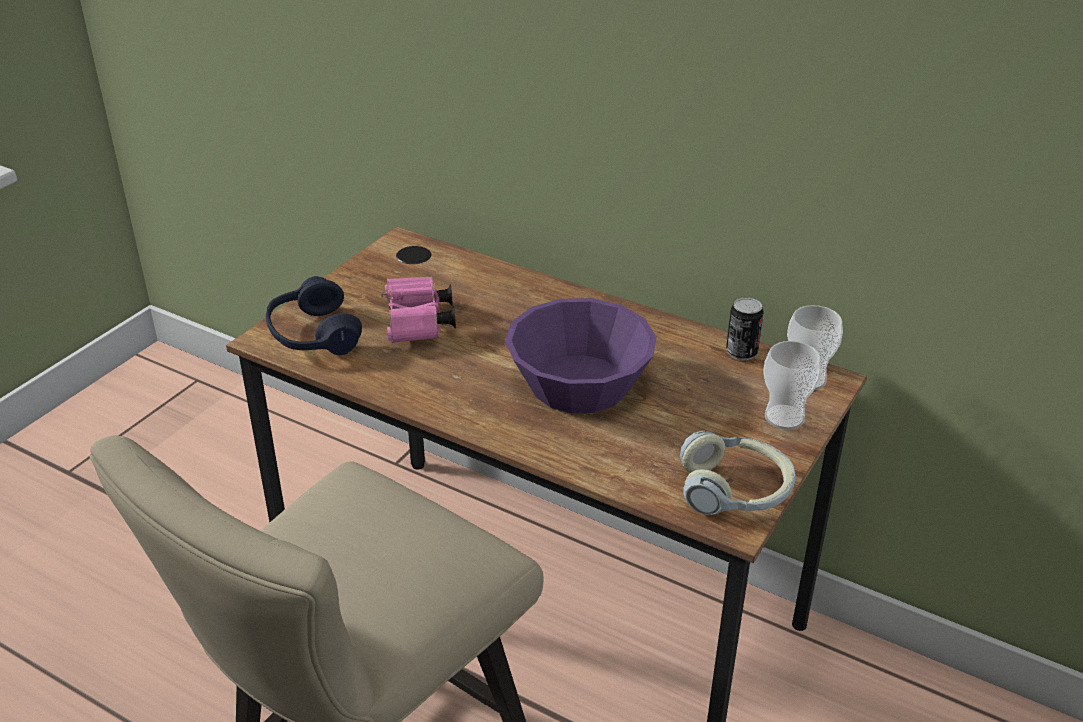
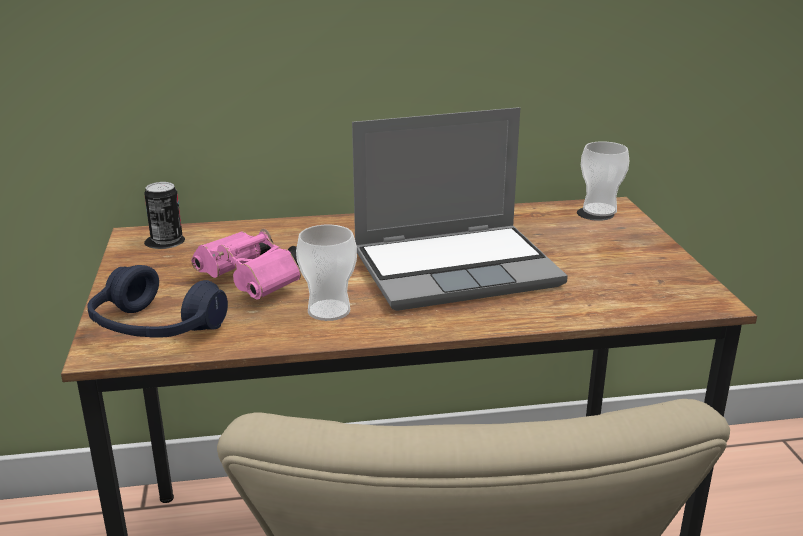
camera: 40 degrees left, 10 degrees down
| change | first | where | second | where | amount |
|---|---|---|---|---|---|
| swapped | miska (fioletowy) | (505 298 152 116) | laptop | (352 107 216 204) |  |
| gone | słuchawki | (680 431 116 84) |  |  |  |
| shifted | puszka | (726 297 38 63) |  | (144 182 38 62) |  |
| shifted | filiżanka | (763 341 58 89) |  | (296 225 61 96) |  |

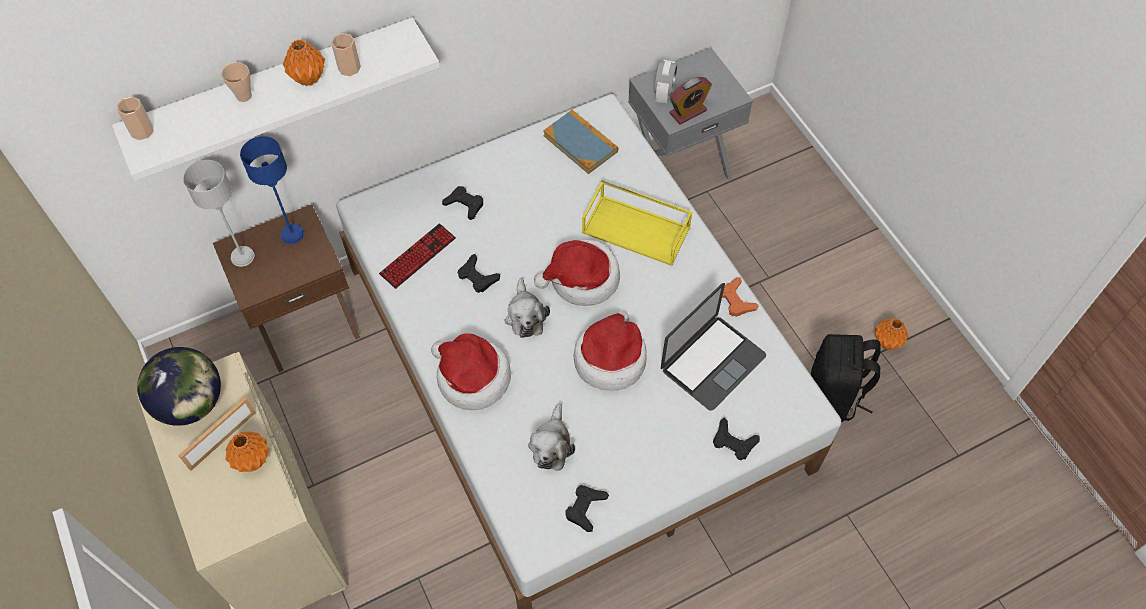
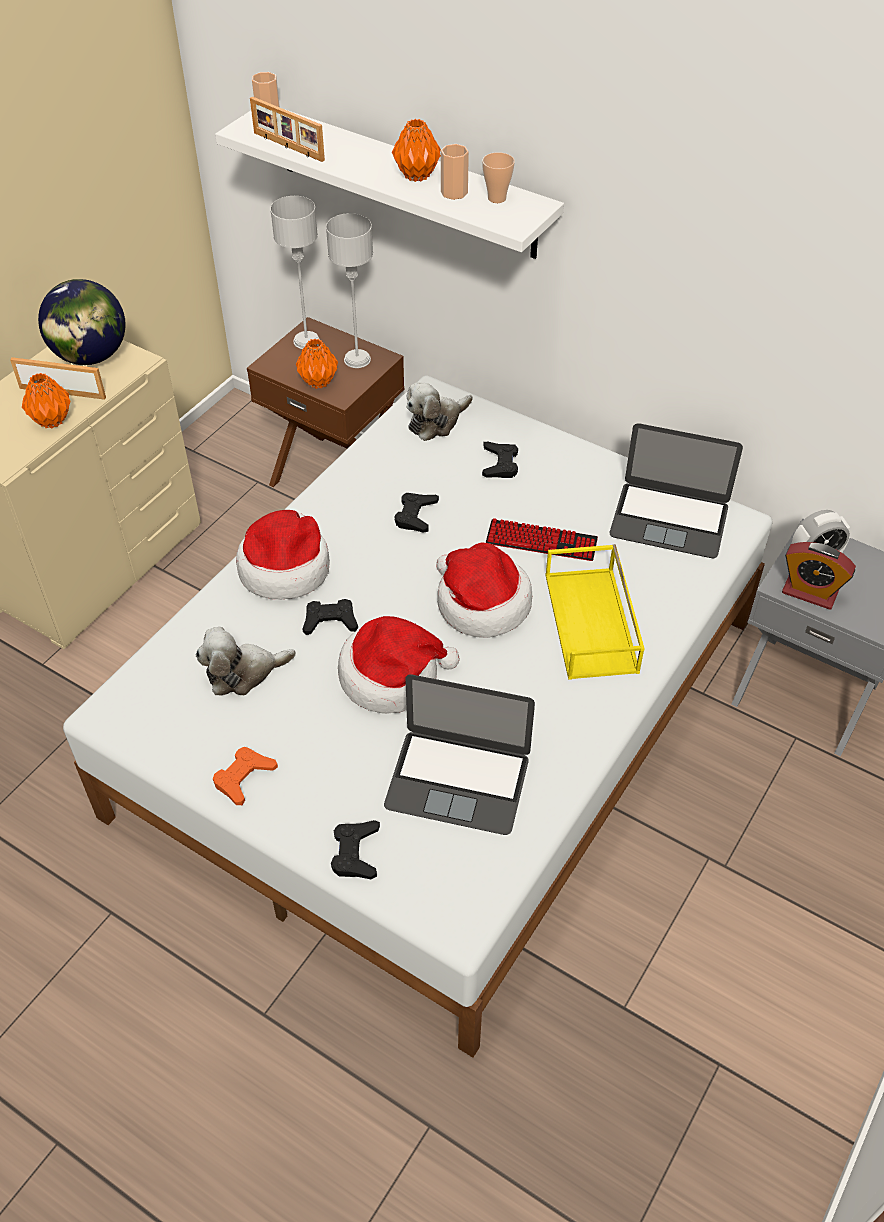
camera: 60 degrees right, 10 degrees down
| change | first | where | second | where | amount |
|---|---|---|---|---|---|
| shifted | filiżanka | (221 62 31 40) |  | (482 152 33 51) |  |
| repainted | lampa stołowa (niebieski) | (240 136 64 108) | lampa stołowa (szary) | (326 213 47 155) |  |
| shifted | klawiatura | (379 224 77 65) |  | (486 518 112 43) |  |
| shifted | pluszak | (505 278 45 60) |  | (406 382 67 59) |  |
| swapped | książka | (543 110 75 64) | laptop | (610 423 133 135) |  |
| shifted | pad do gier (czarny) | (565 485 44 47) |  | (303 599 55 36) |  |
| shifted | pad do gier (pomarańczowy) | (722 277 37 40) |  | (213 747 65 58) |  |
| gone | plecak (czarny) | (811 334 70 88) |  |  |  |
| shifted | wazon (pomarańczowy) | (875 318 33 32) |  | (296 339 42 50) |  |
| new |  |  | ramka na zdjęcie | (250 96 75 66) |  |

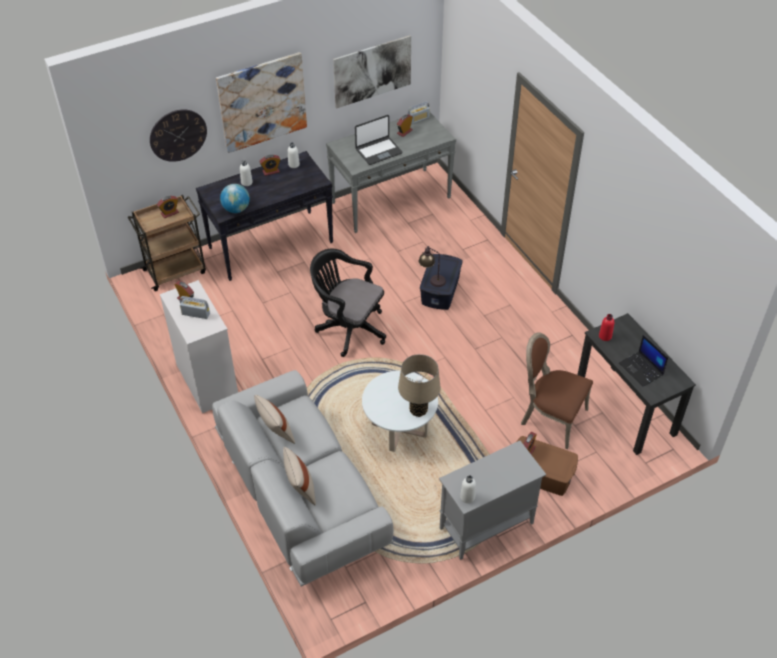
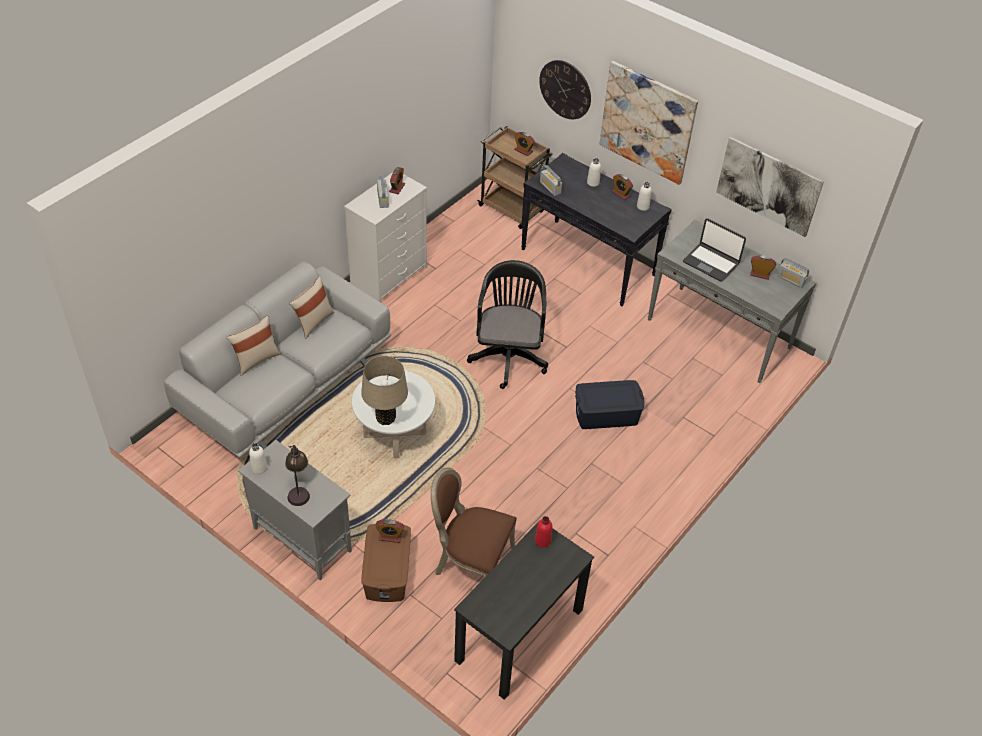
camera: 65 degrees right, 0 degrees up
| change | first | where | second | where | amount |
|---|---|---|---|---|---|
| swapped | globus | (220 184 30 29) | radio | (540 165 22 31) |  |
| shifted | lampa stołowa | (419 246 27 41) |  | (285 445 25 61) |  |
| rotated | krzesło (brązowy) | (521 332 72 117) |  | (430 468 87 108) | 75 degrees counterclockwise |
| gone | laptop | (619 335 49 52) |  |  |  |

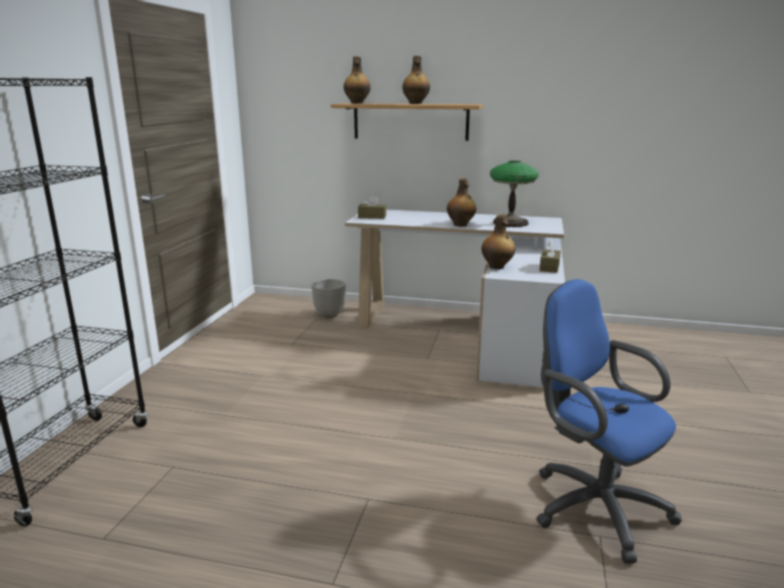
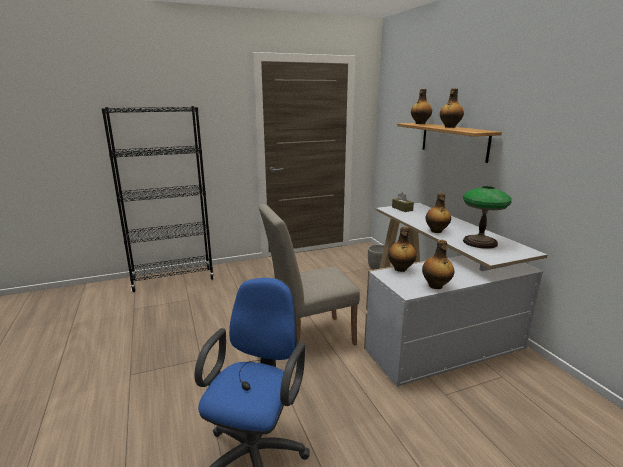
camera: 55 degrees right, 0 degrees up
| change | first | where | second | where | amount |
|---|---|---|---|---|---|
| swapped | pudełko chusteczek (brązowy) | (539 240 22 33) | butelka | (422 240 32 49) |  |
| new |  |  | krzesło (beżowy) | (258 204 102 142) |  |

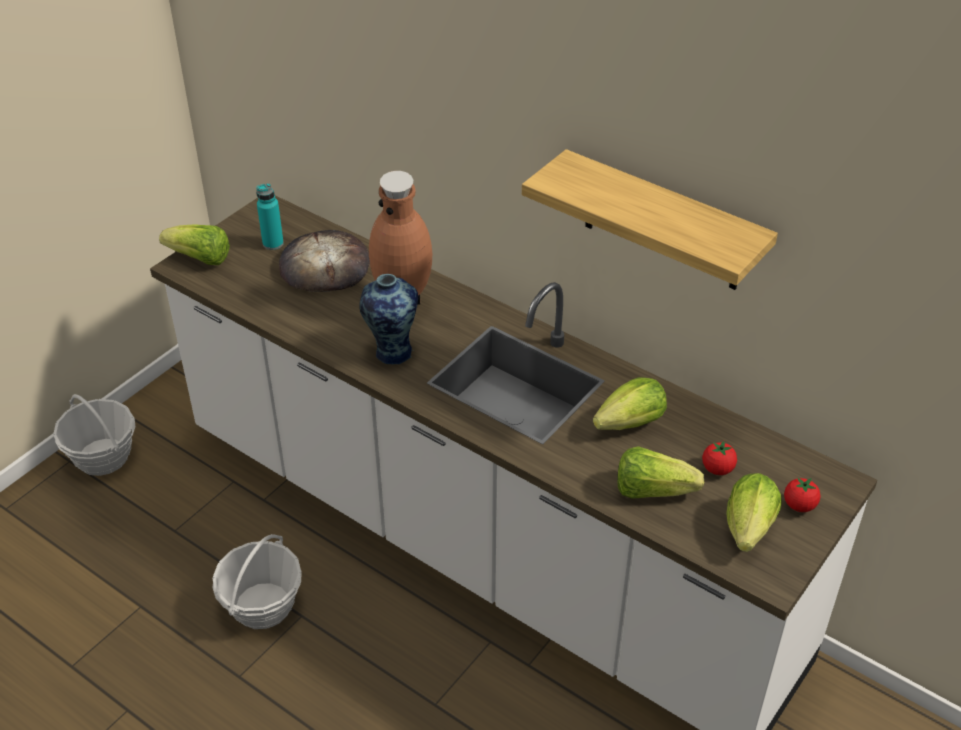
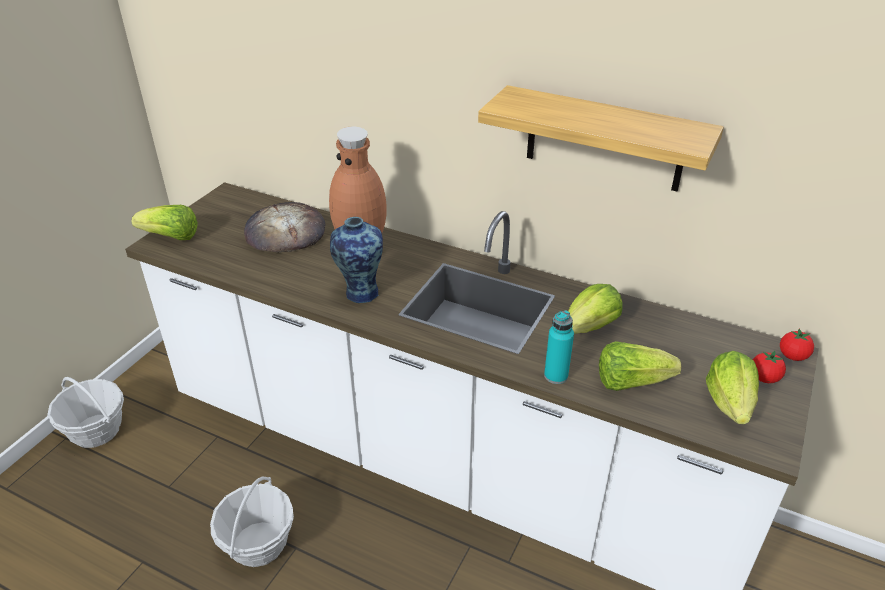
camera: 10 degrees left, 5 degrees down
| change | first | where | second | where | amount |
|---|---|---|---|---|---|
| shifted | butelka (turkusowy) | (256 183 28 67) |  | (544 310 30 74) |  |
| shifted | pomidor | (702 441 35 34) |  | (780 329 34 32) |  |

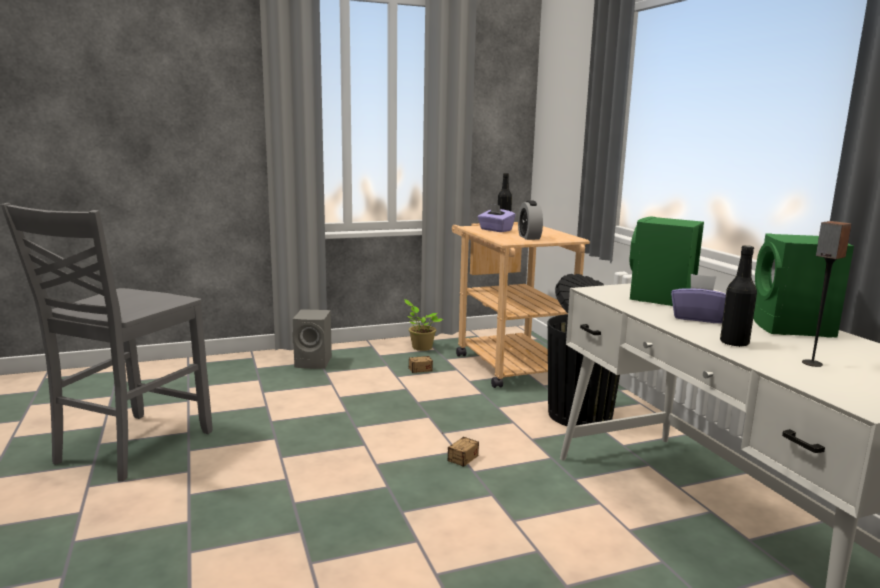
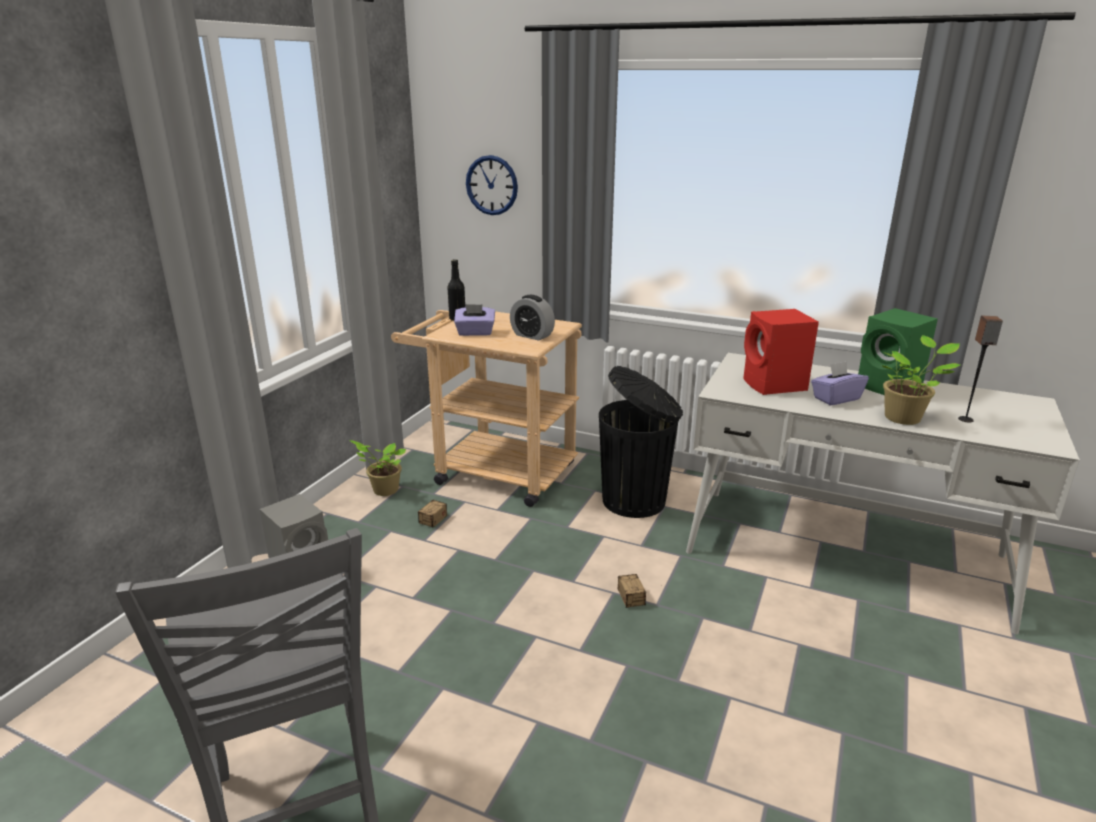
camera: 45 degrees left, 10 degrees up
| change | first | where | second | where | amount |
|---|---|---|---|---|---|
| repainted | głośnik (zielony) | (630 217 74 89) | głośnik (czerwony) | (743 309 76 86) |  |
| swapped | butelka (czarny) | (720 245 37 102) | roślina doniczkowa | (882 335 78 90) |  |
| new |  |  | zegar ścienny | (466 155 52 60) |  |

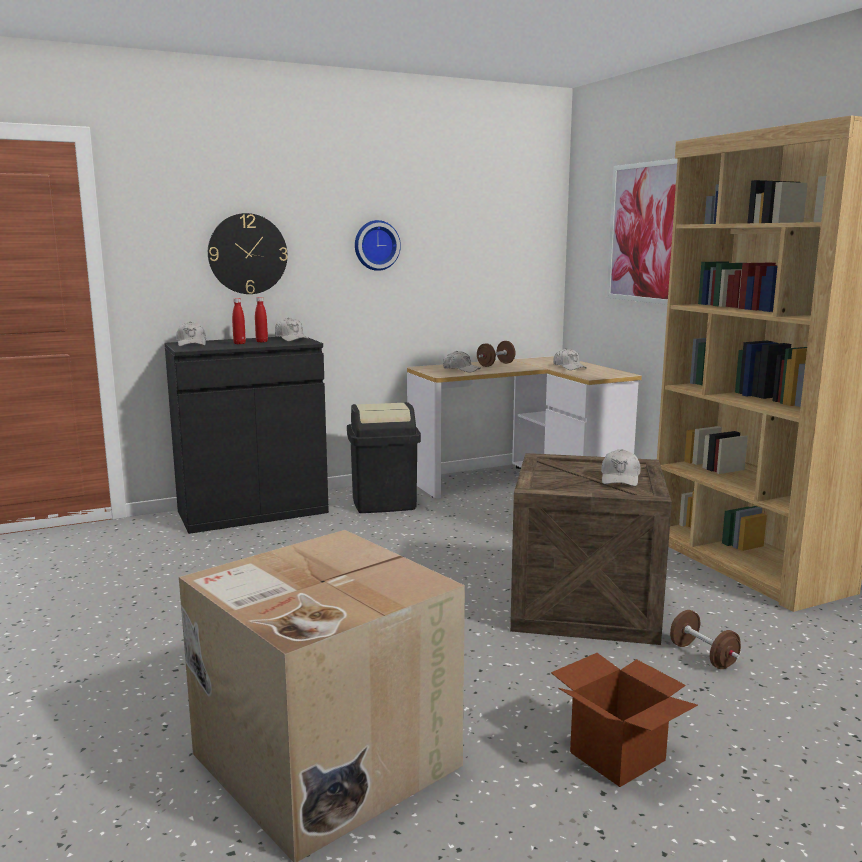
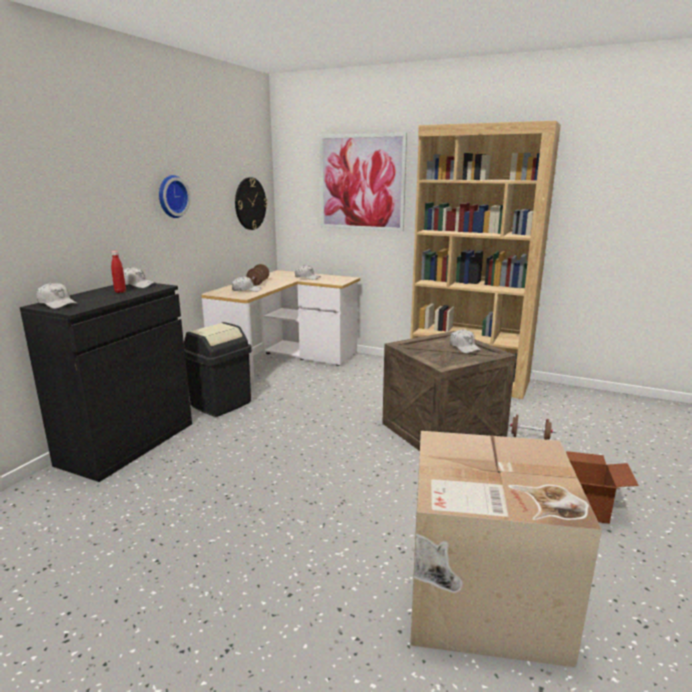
camera: 40 degrees left, 5 degrees up
| change | first | where | second | where | amount |
|---|---|---|---|---|---|
| shifted | zegar ścienny | (208 213 80 81) |  | (235 177 33 53) |  |
| gone | butelka (czerwony) | (232 298 14 46) |  |  |  |

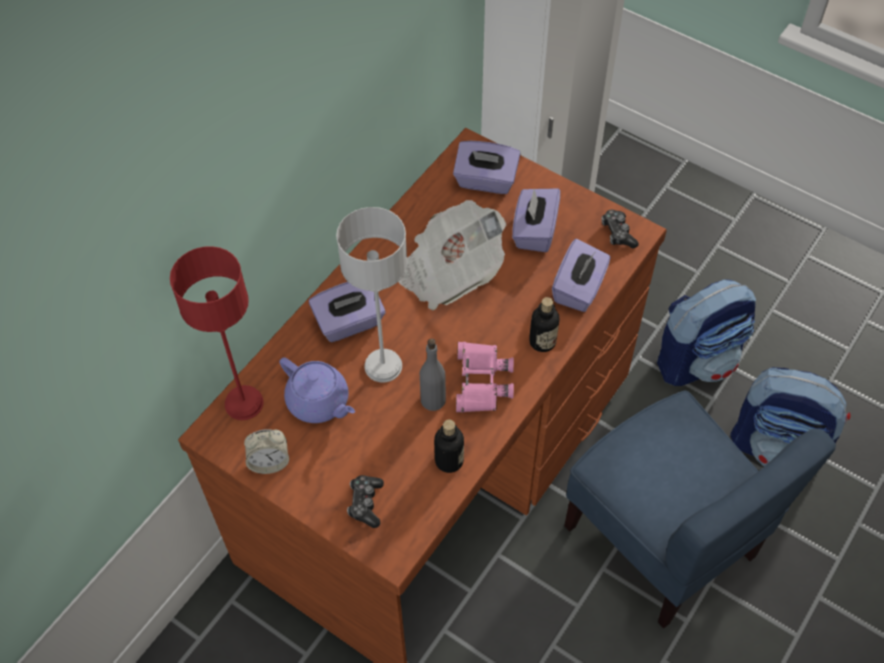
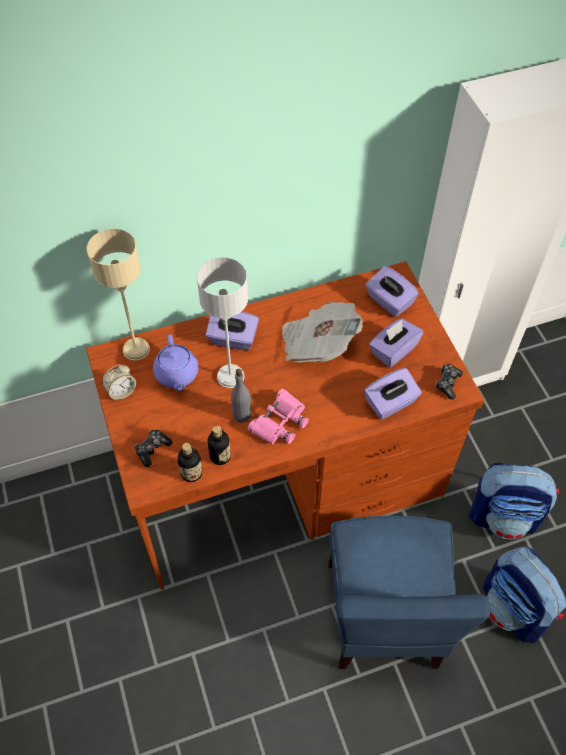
camera: 35 degrees right, 0 degrees up
| change | first | where | second | where | amount |
|---|---|---|---|---|---|
| repainted | lampa stołowa (czerwony) | (170 246 94 174) | lampa stołowa (beżowy) | (86 228 64 133) |  |
| rotated | budzik | (244 429 45 45) |  | (103 364 33 36) | 60 degrees counterclockwise |
| shifted | butelka | (529 297 30 55) |  | (178 443 24 39) |  |

